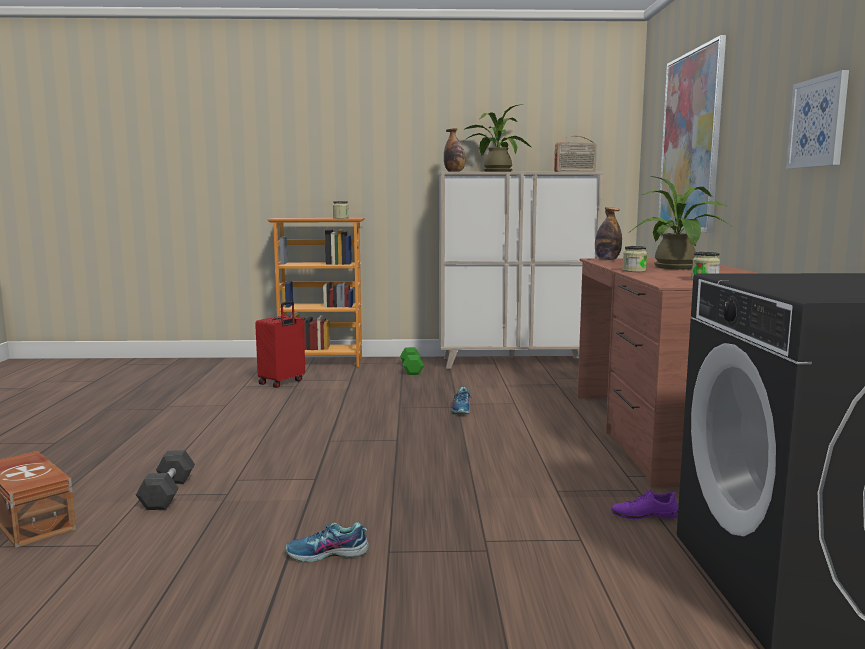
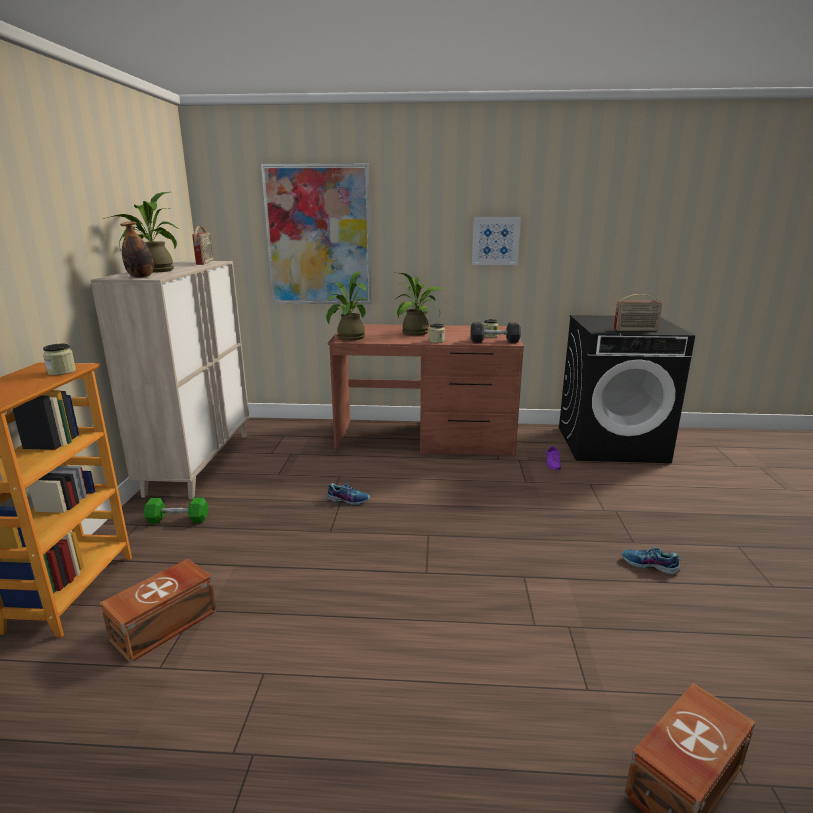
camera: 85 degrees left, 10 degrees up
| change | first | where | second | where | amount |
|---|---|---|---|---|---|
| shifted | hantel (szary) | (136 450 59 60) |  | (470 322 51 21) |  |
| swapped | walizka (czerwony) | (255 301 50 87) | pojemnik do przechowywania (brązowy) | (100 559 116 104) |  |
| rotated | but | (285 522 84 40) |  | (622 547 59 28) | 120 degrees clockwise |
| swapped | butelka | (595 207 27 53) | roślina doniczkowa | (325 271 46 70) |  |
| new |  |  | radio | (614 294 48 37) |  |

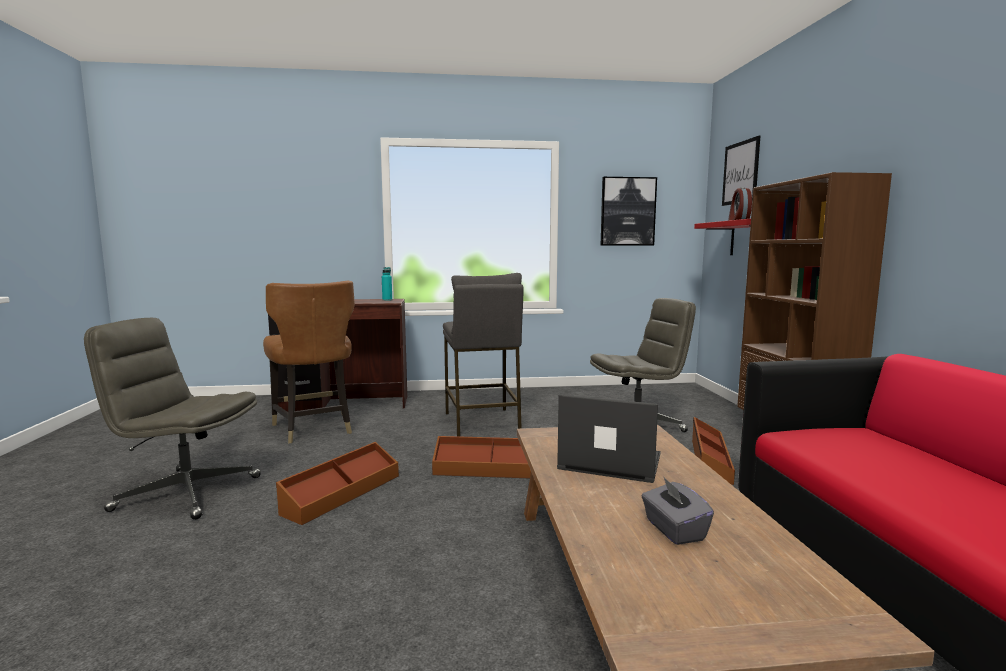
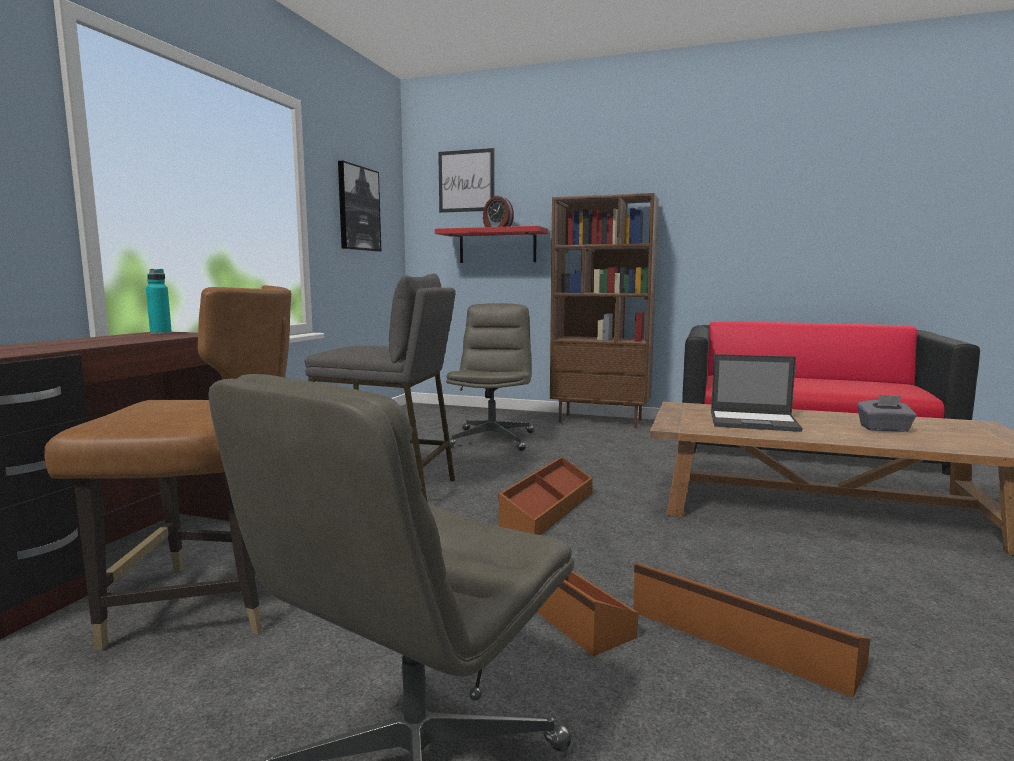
camera: 65 degrees left, 0 degrees up
| change | first | where | second | where | amount |
|---|---|---|---|---|---|
| rotated | laptop | (557 394 104 89) |  | (711 354 91 78) | 120 degrees counterclockwise |
| shifted | pojemnik do przechowywania (brązowy) | (692 417 43 68) |  | (633 563 237 135) |  |

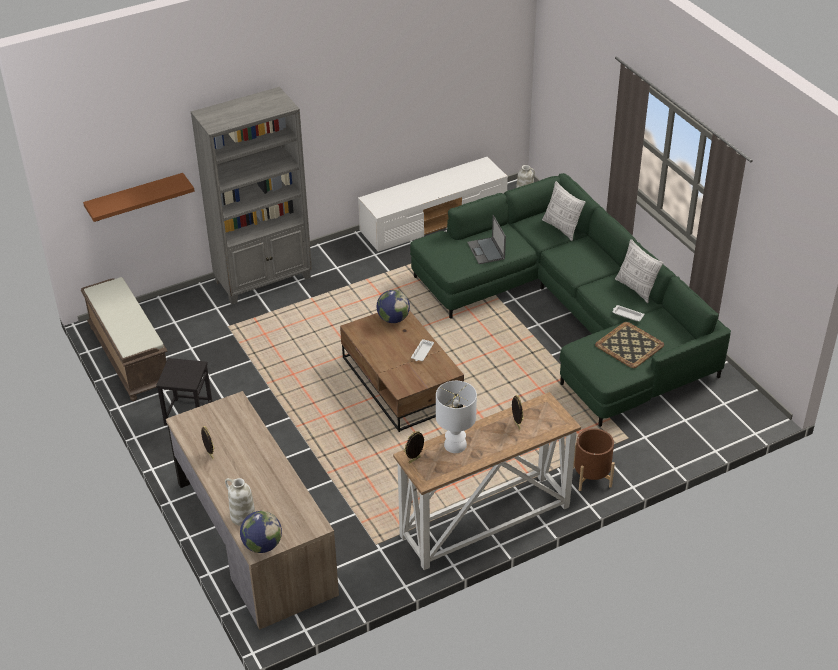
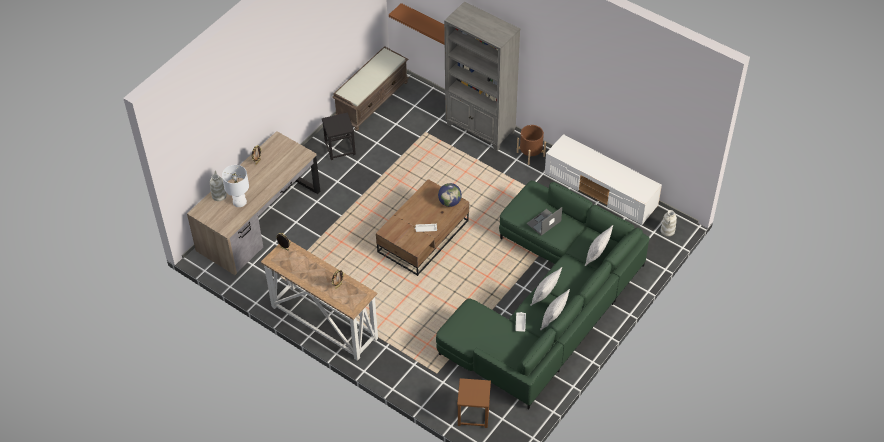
camera: 65 degrees right, 10 degrees up
| change | first | where | second | where | amount |
|---|---|---|---|---|---|
| gone | globus | (240 511 42 42) |  |  |  |
| shifted | lampa stołowa (biały) | (436 381 41 72) |  | (222 165 27 42) |  |
| shifted | donica (brązowy) | (573 428 42 63) |  | (517 125 29 40) |  |
| gone | taca | (595 322 69 46) |  |  |  |
| new |  |  | stołek (brązowy) | (457 378 34 50) |  |
| new |  |  | poduszka | (530 267 32 39) |  |

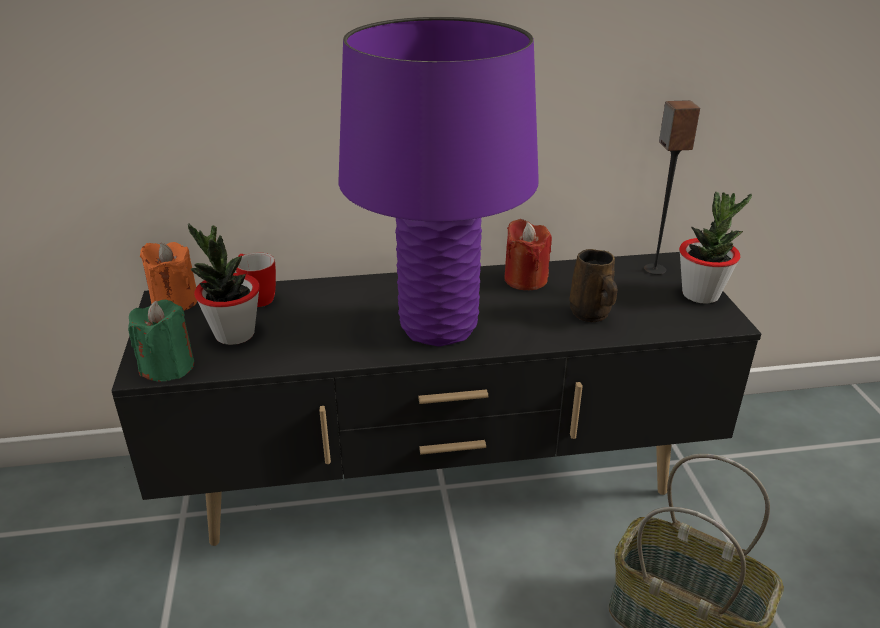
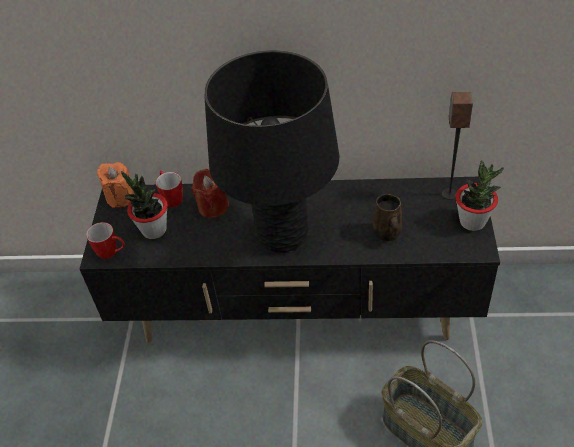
camera: 15 degrees right, 15 degrees up
| change | first | where | second | where | amount |
|---|---|---|---|---|---|
| swapped | świeca (zielony) | (128 300 66 82) | kubek | (86 222 39 37) |  |
| repainted | lampa stołowa (fioletowy) | (339 17 200 330) | lampa stołowa (czarny) | (204 50 135 203) |  |
| shifted | świeca (czerwony) | (504 219 48 71) |  | (191 169 38 49) |  |

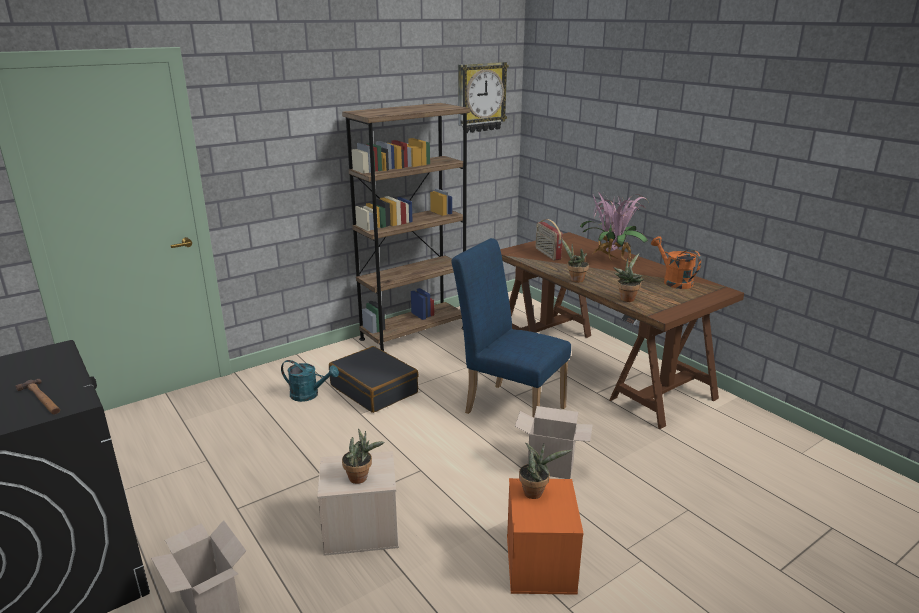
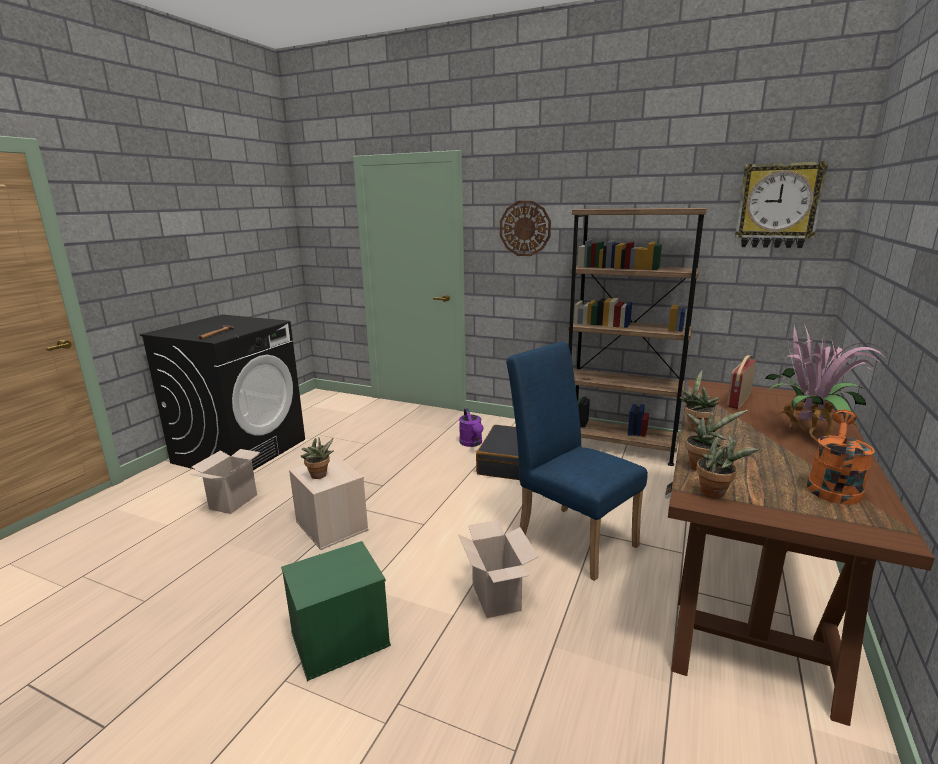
camera: 60 degrees right, 5 degrees down
| change | first | where | second | where | amount |
|---|---|---|---|---|---|
| repainted | konewka (turkusowy) | (281 360 58 42) | konewka (fioletowy) | (459 408 25 39) |  |
| rotated | krzesło (niebieski) | (451 238 120 180) |  | (506 341 142 240) | 45 degrees counterclockwise |
| repainted | pojemnik do przechowywania (pomarańczowy) | (507 478 77 117) | pojemnik do przechowywania (zielony) | (281 541 110 140) |  |
| shifted | roślina doniczkowa | (519 443 53 56) |  | (696 433 63 65) |  |
| new |  |  | zegar ścienny | (500 201 51 55) |  |

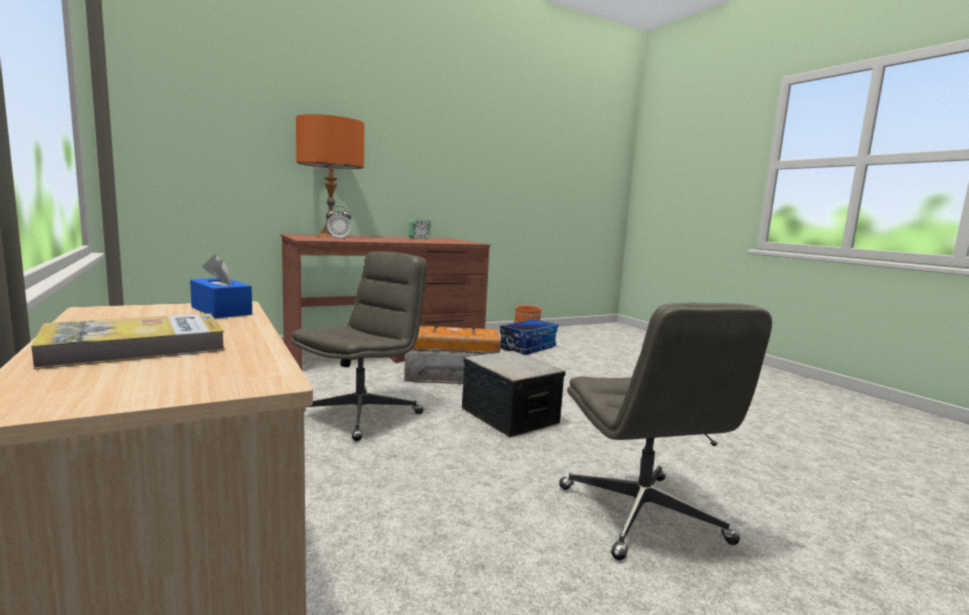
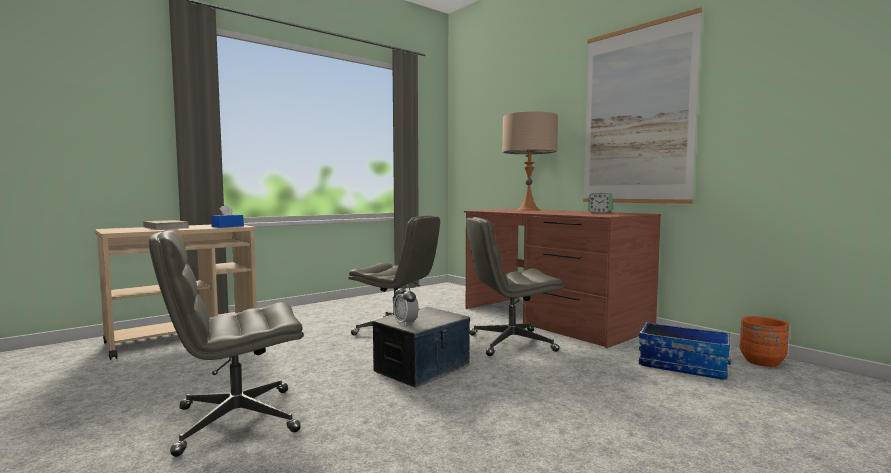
camera: 80 degrees right, 5 degrees down
| change | first | where | second | where | amount |
|---|---|---|---|---|---|
| repainted | lampa stołowa (pomarańczowy) | (296 114 68 123) | lampa stołowa (beżowy) | (503 112 55 99) |  |
| shifted | budzik | (326 206 25 33) |  | (393 284 26 42) |  |
| swapped | pojemnik do przechowywania | (404 326 97 58) | krzesło biurowe (szary) | (466 217 97 139) |  |
| new |  |  | obraz | (583 7 119 197) |  |

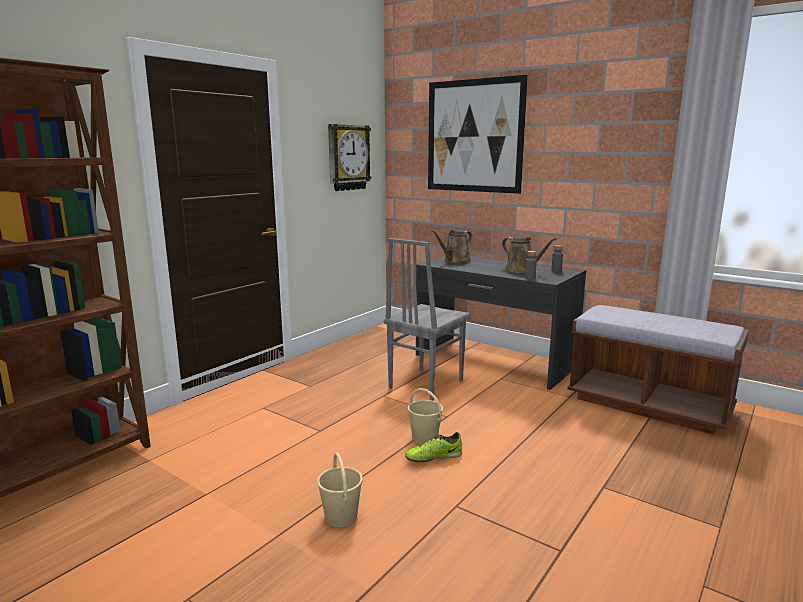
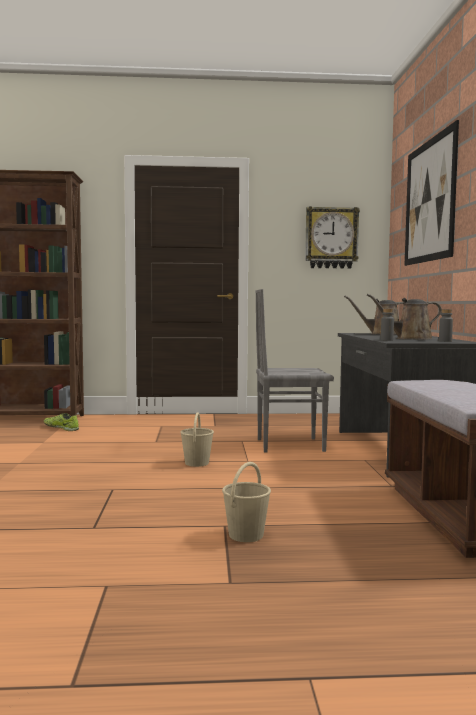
camera: 50 degrees right, 10 degrees down
| change | first | where | second | where | amount |
|---|---|---|---|---|---|
| shifted | wiadro (beżowy) | (317 452 46 75) |  | (222 462 49 80) |  |
| shifted | but | (405 432 57 30) |  | (44 413 35 18) |  |
| rotated | konewka (brązowy) | (502 236 55 37) |  | (367 294 75 46) | 75 degrees clockwise |

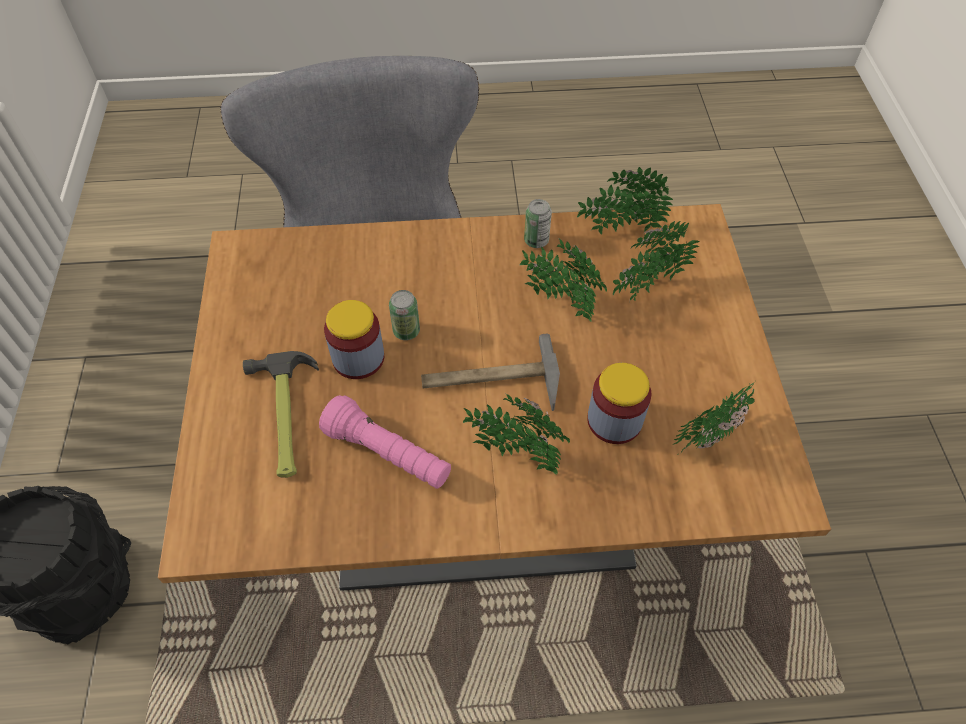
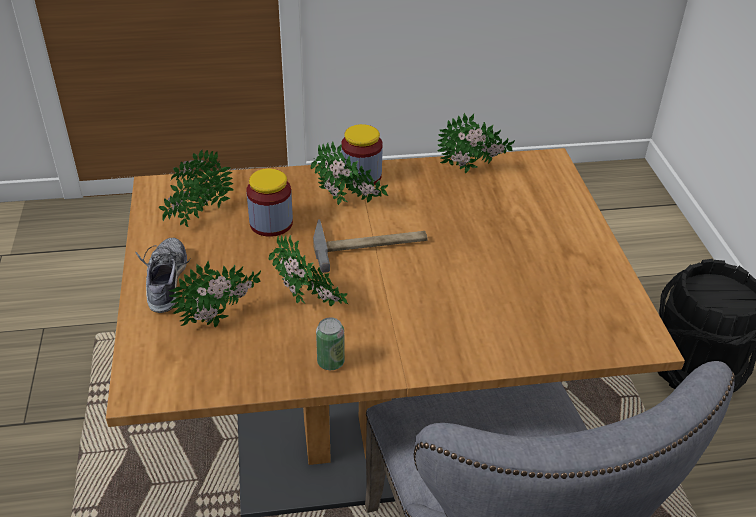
camera: 175 degrees right, 15 degrees down
| change | first | where | second | where | amount |
|---|---|---|---|---|---|
| gone | młotek | (243 351 76 127) |  |  |  |
| gone | latarka (różowy) | (319 395 132 94) |  |  |  |
| shifted | słoik | (324 300 60 79) |  | (341 124 42 61) |  |
| gone | puszka | (389 290 31 50) |  |  |  |
| shifted | roślina doniczkowa | (577 167 96 67) |  | (438 113 77 60) |  |
| new |  |  | but | (135 238 55 75) |  |

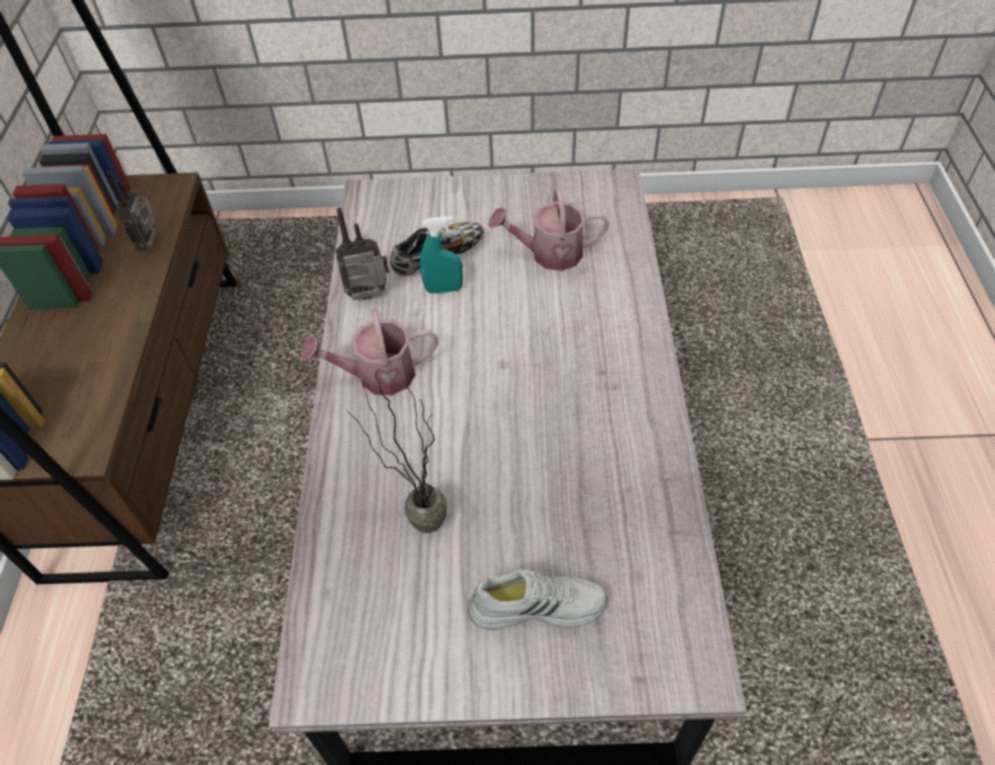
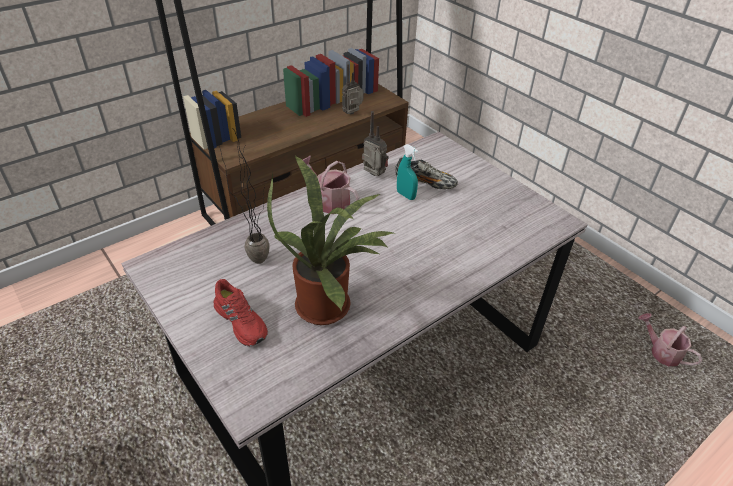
camera: 50 degrees right, 10 degrees down
| change | first | where | second | where | amount |
|---|---|---|---|---|---|
| repainted | but (biały) | (468 570 140 60) | but (czerwony) | (213 279 55 68) |  |
| shifted | konewka | (488 189 121 82) |  | (638 313 64 53) |  |
| new |  |  | roślina doniczkowa | (267 155 129 170) |  |

